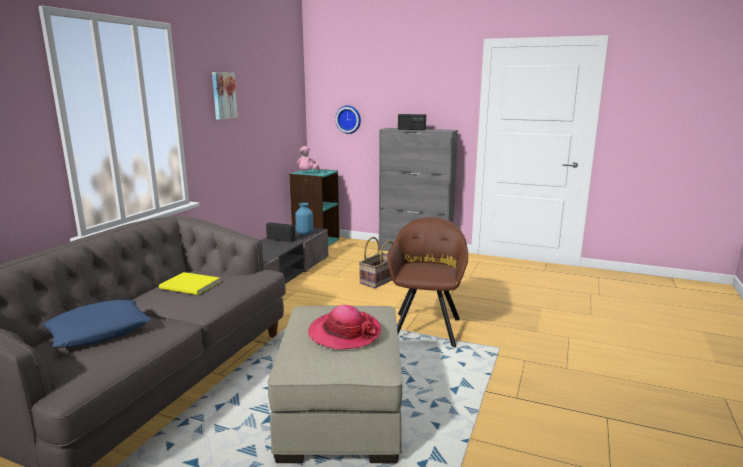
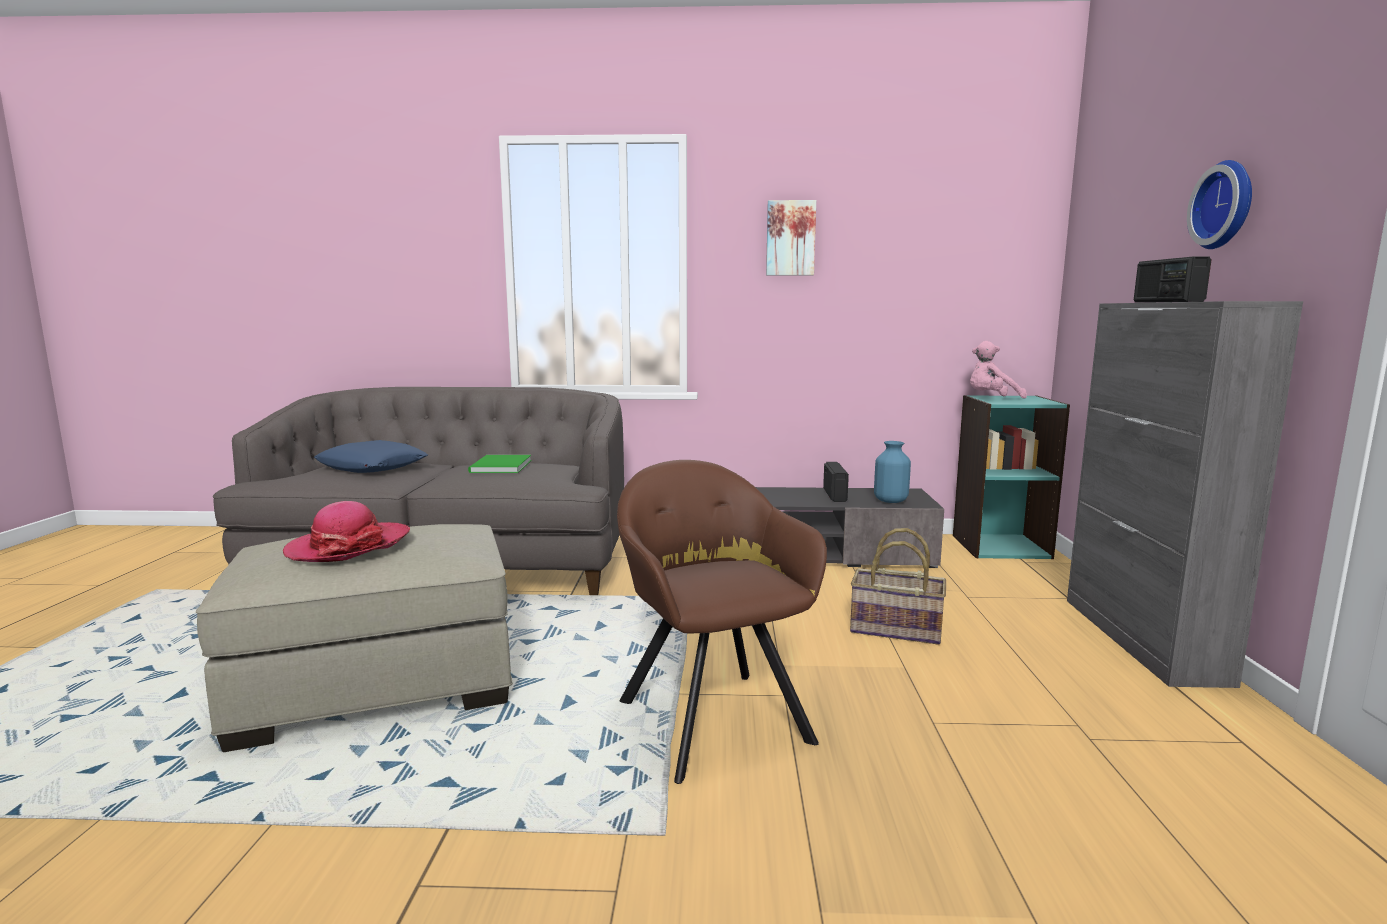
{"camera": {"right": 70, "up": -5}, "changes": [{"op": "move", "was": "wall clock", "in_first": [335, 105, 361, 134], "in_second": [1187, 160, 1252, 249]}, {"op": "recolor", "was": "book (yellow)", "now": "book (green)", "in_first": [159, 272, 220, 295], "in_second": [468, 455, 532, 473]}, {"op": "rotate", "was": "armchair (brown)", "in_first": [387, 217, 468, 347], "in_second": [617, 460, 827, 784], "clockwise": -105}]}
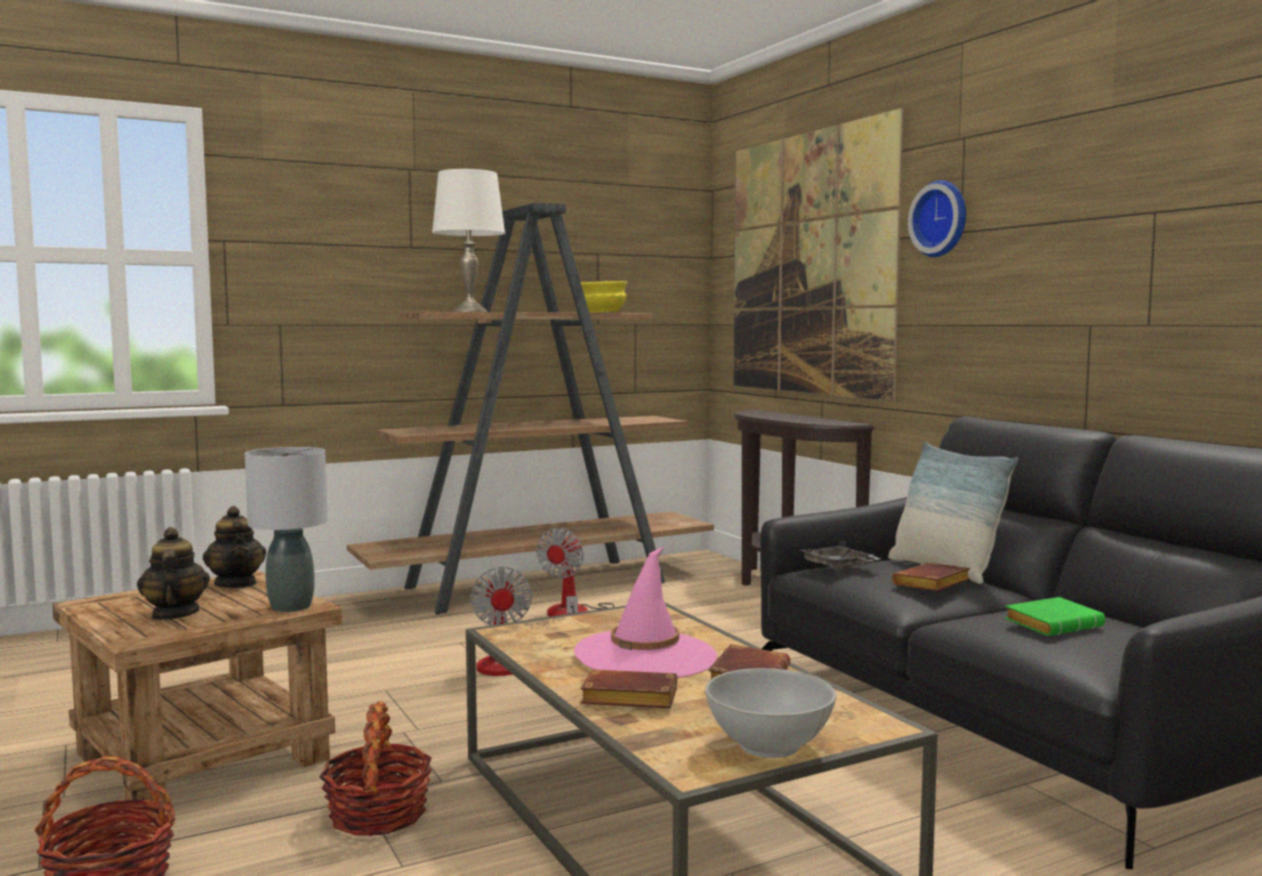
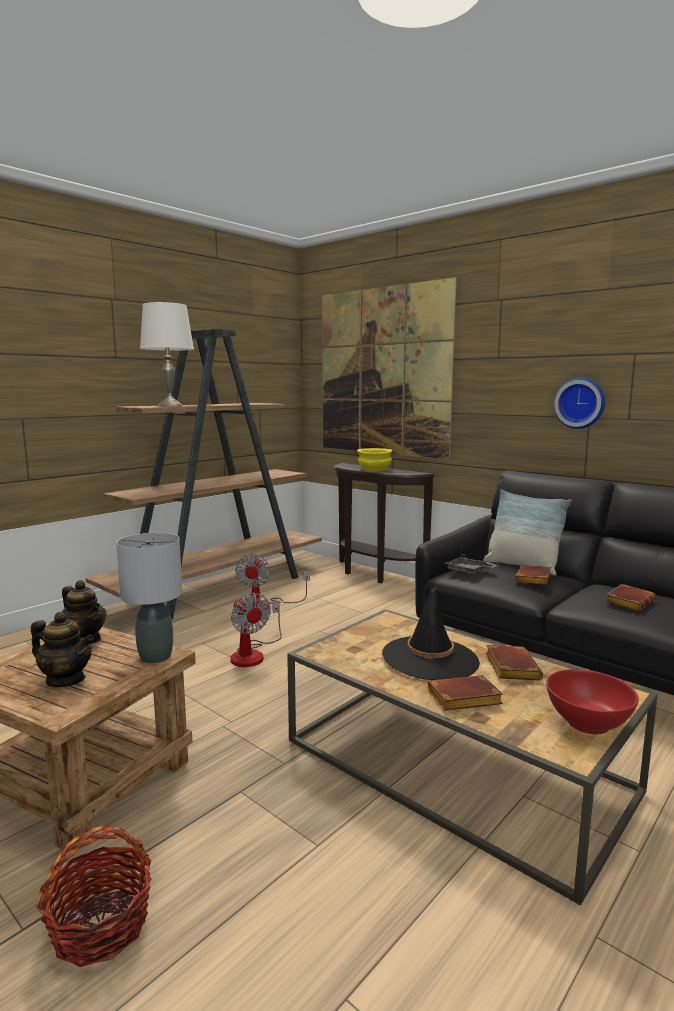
{"camera": {"right": -20, "up": 5}, "changes": [{"op": "delete", "was": "basket", "in_first": [319, 701, 432, 836]}, {"op": "move", "was": "bowl (yellow)", "in_first": [581, 281, 627, 312], "in_second": [357, 448, 392, 471]}, {"op": "move", "was": "wall clock", "in_first": [908, 180, 966, 257], "in_second": [554, 378, 605, 429]}, {"op": "recolor", "was": "hat (pink)", "now": "hat (black)", "in_first": [574, 546, 717, 678], "in_second": [382, 585, 480, 680]}, {"op": "recolor", "was": "bowl (white)", "now": "bowl (red)", "in_first": [705, 668, 836, 758], "in_second": [546, 669, 639, 734]}, {"op": "recolor", "was": "book (green)", "now": "book (brown)", "in_first": [1004, 597, 1105, 636], "in_second": [605, 584, 656, 611]}, {"op": "rotate", "was": "teapot", "in_first": [137, 527, 210, 620], "in_second": [31, 612, 94, 687], "clockwise": 150}]}
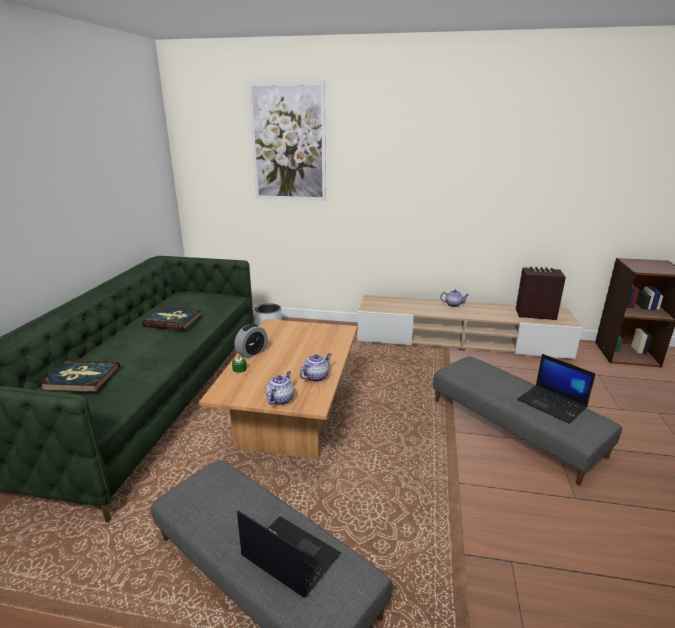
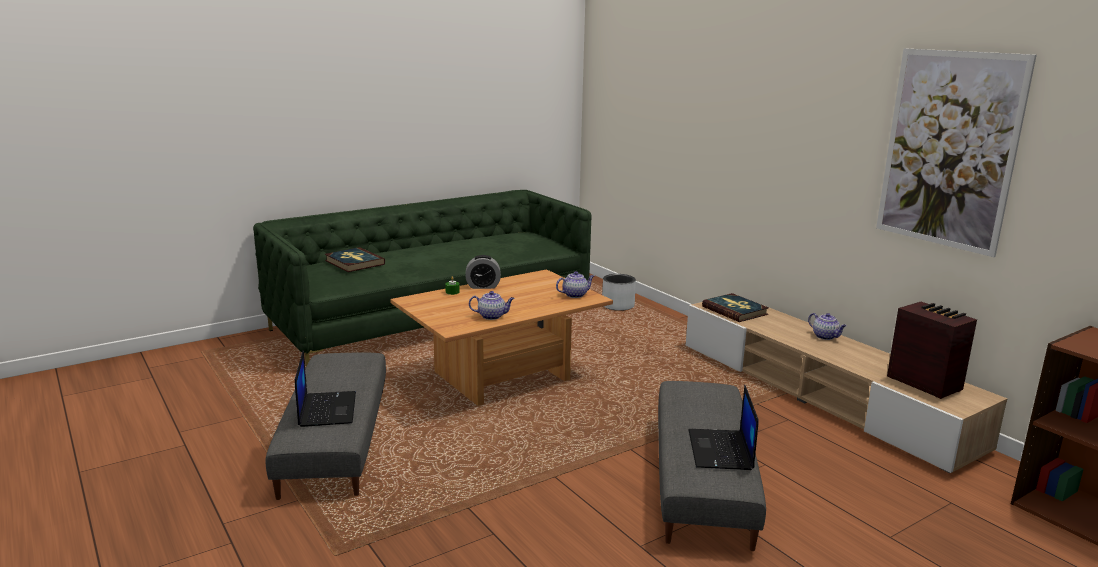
{"camera": {"right": 45, "up": -5}, "changes": [{"op": "move", "was": "book", "in_first": [142, 307, 201, 331], "in_second": [702, 293, 769, 322]}, {"op": "move", "was": "picture", "in_first": [248, 81, 326, 201], "in_second": [876, 48, 1037, 257]}, {"op": "move", "was": "teapot", "in_first": [266, 371, 294, 405], "in_second": [556, 271, 594, 298]}]}
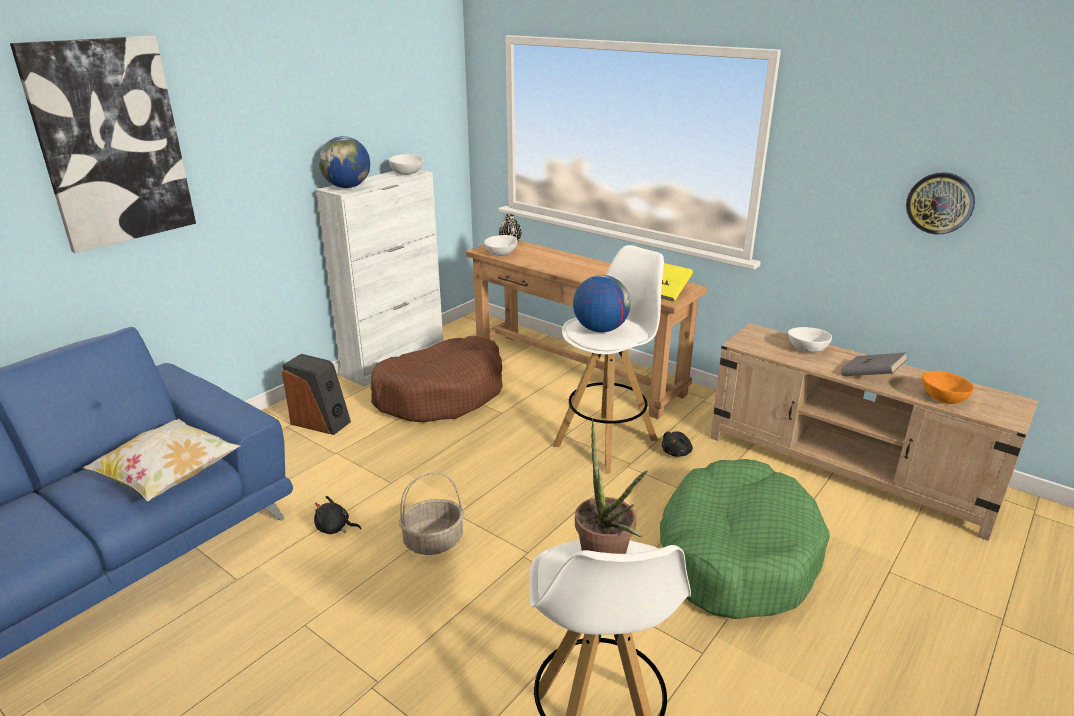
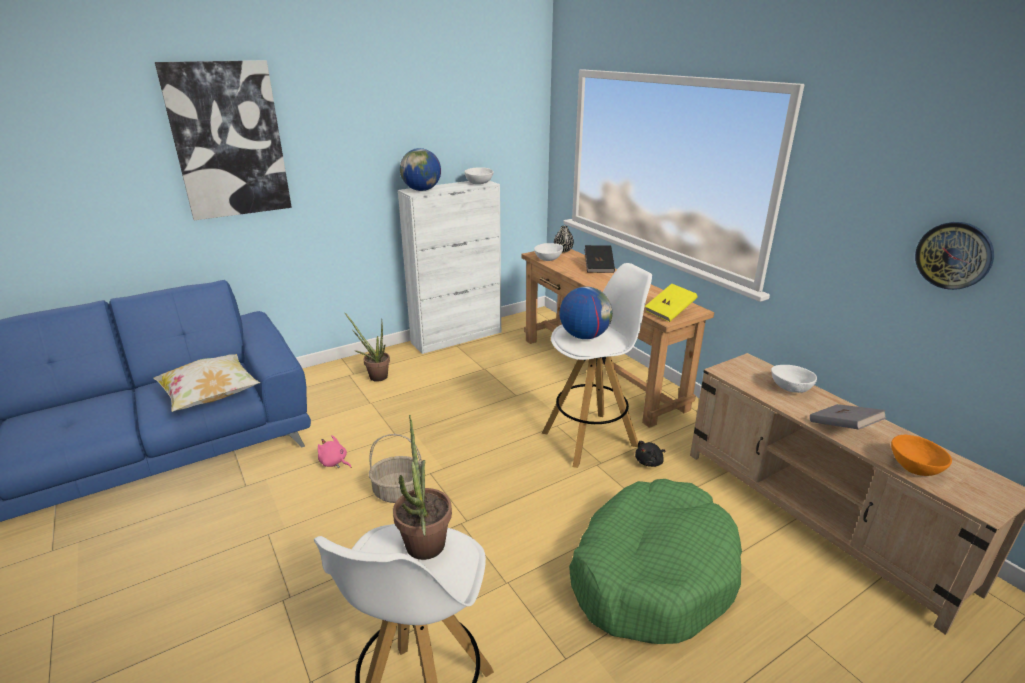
{"camera": {"right": 20, "up": 0}, "changes": [{"op": "delete", "was": "dog bed (brown)", "in_first": [371, 336, 503, 422]}, {"op": "insert", "now": "book (black)", "in_second": [584, 245, 615, 273]}, {"op": "replace", "was": "speaker", "now": "potted plant", "in_first": [282, 354, 351, 435], "in_second": [344, 312, 390, 382]}, {"op": "recolor", "was": "plush toy (black)", "now": "plush toy (pink)", "in_first": [314, 496, 361, 534], "in_second": [318, 435, 351, 468]}]}
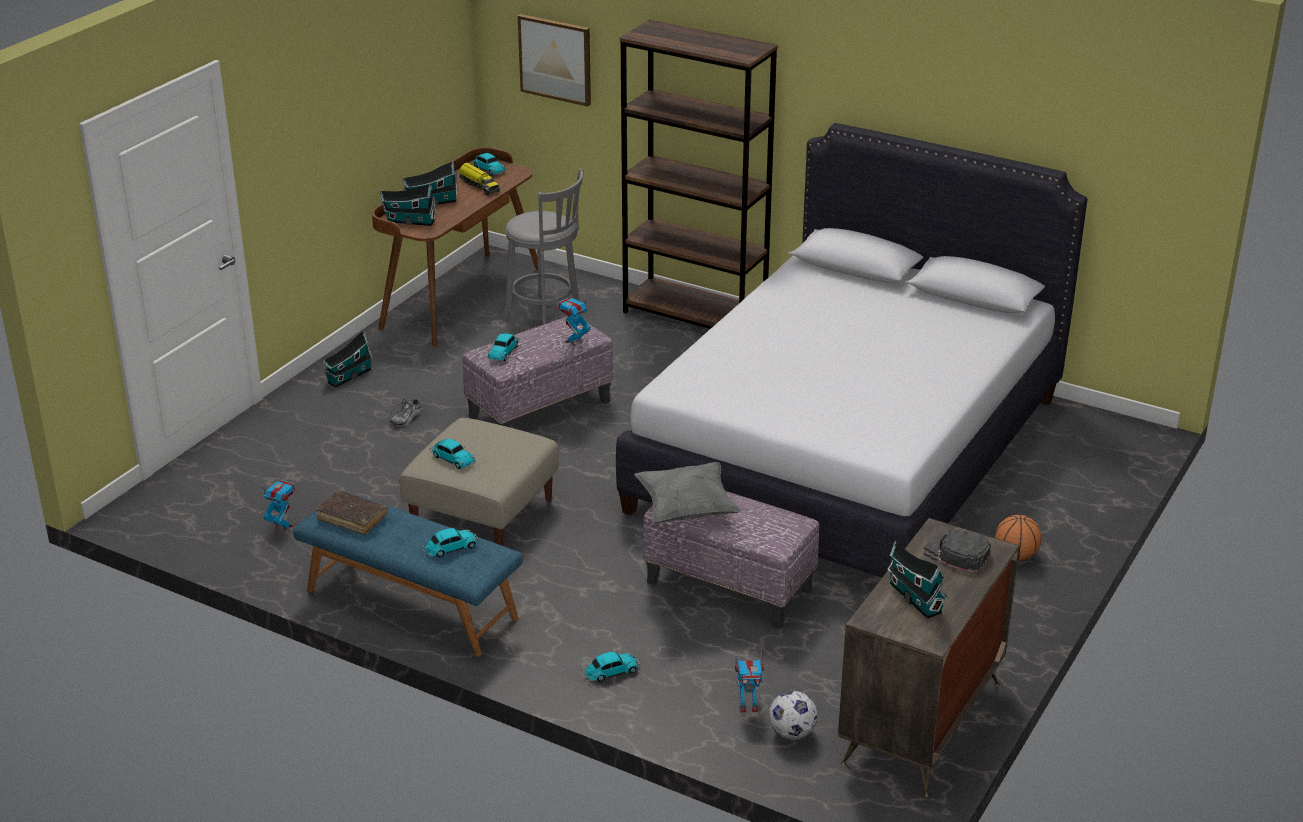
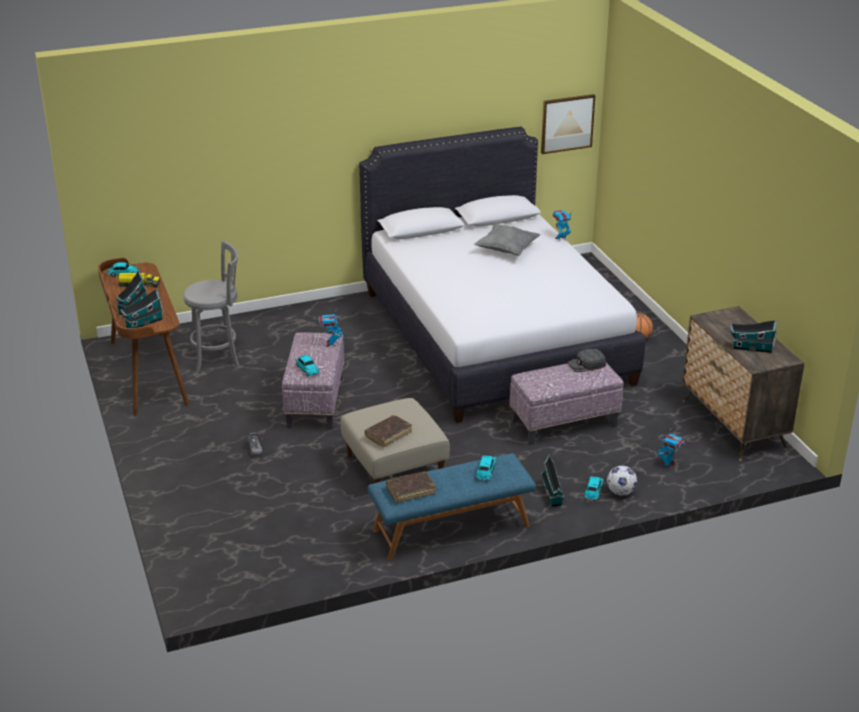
{"camera": {"right": -50, "up": 0}, "changes": [{"op": "delete", "was": "bookcase (brown)", "in_first": [620, 20, 778, 329]}, {"op": "move", "was": "toy robot", "in_first": [260, 480, 296, 532], "in_second": [553, 210, 572, 241]}, {"op": "move", "was": "toy house", "in_first": [323, 330, 373, 387], "in_second": [541, 454, 564, 506]}, {"op": "move", "was": "picture", "in_first": [518, 14, 591, 107], "in_second": [541, 94, 596, 154]}, {"op": "move", "was": "pillow (grey)", "in_first": [634, 462, 742, 523], "in_second": [474, 224, 540, 256]}, {"op": "move", "was": "football", "in_first": [769, 691, 817, 740], "in_second": [607, 466, 637, 496]}, {"op": "move", "was": "cap (black)", "in_first": [923, 529, 991, 572], "in_second": [568, 349, 606, 372]}, {"op": "replace", "was": "toy car", "now": "book (brown)", "in_first": [429, 439, 476, 469], "in_second": [365, 415, 412, 447]}]}
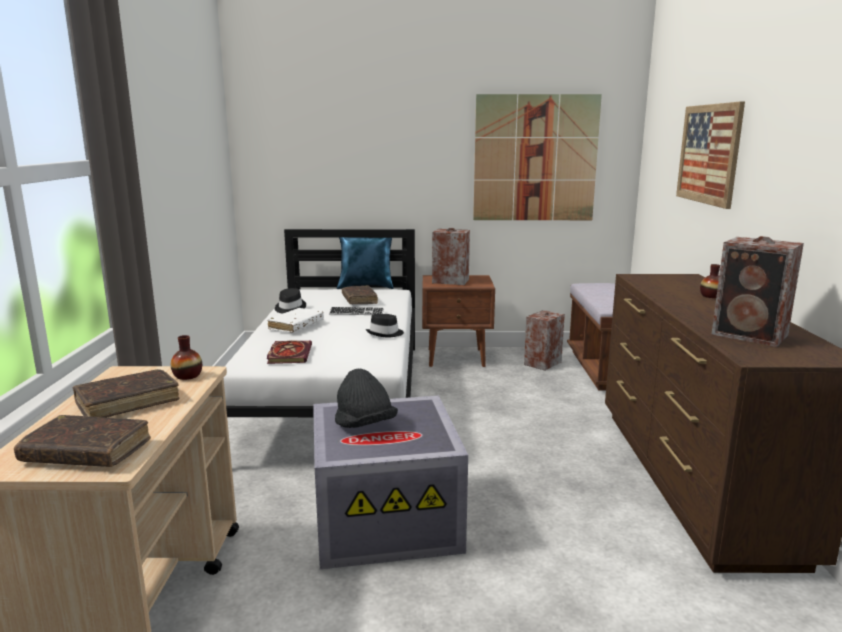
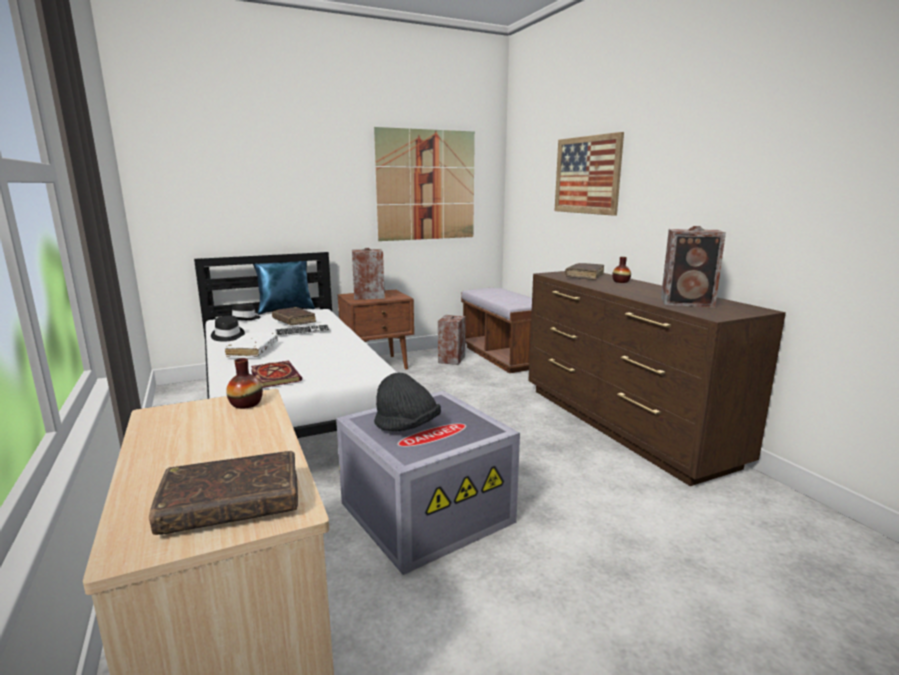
{"camera": {"right": -25, "up": 0}, "changes": [{"op": "move", "was": "book (brown)", "in_first": [73, 369, 179, 418], "in_second": [565, 263, 604, 280]}, {"op": "move", "was": "hat (black)", "in_first": [366, 314, 404, 338], "in_second": [232, 303, 260, 320]}]}
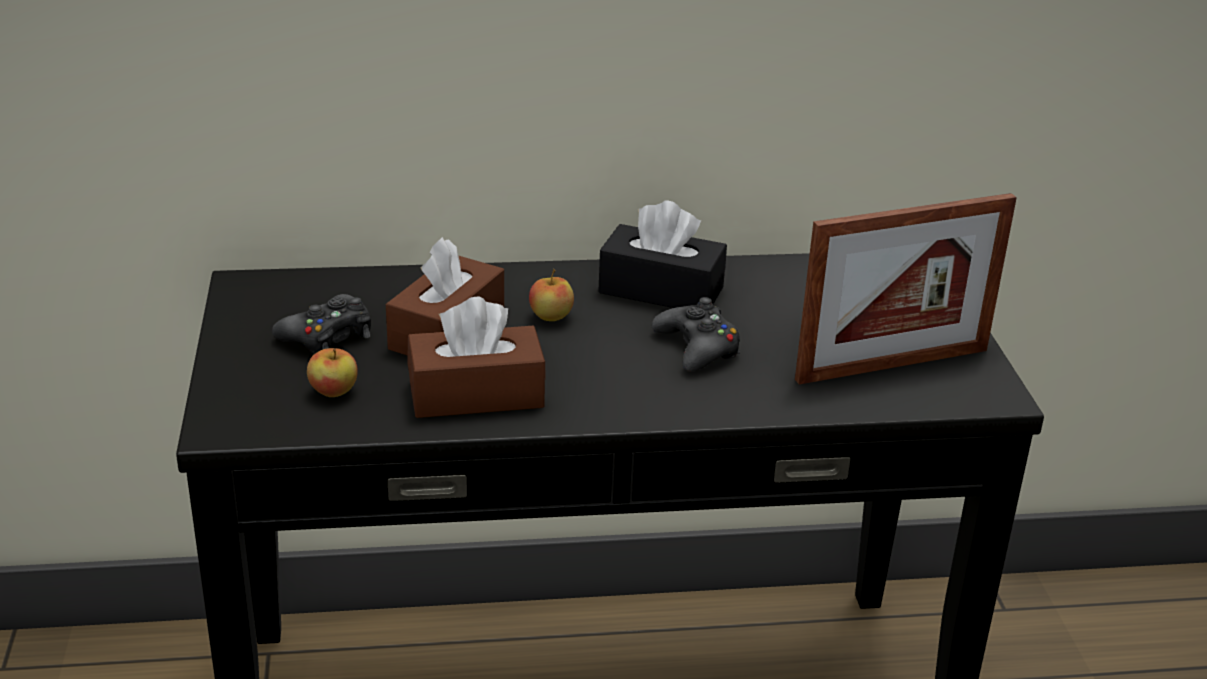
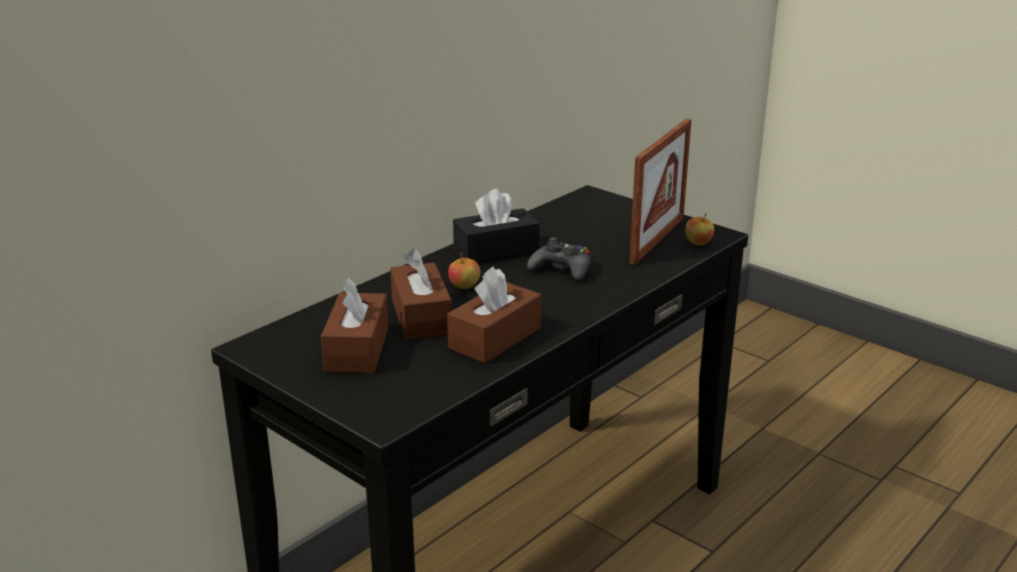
{"camera": {"right": -40, "up": -5}, "changes": [{"op": "move", "was": "apple", "in_first": [307, 348, 358, 397], "in_second": [685, 214, 714, 245]}, {"op": "replace", "was": "game controller (black)", "now": "tissue box (brown)", "in_first": [272, 294, 371, 354], "in_second": [321, 277, 389, 373]}]}
